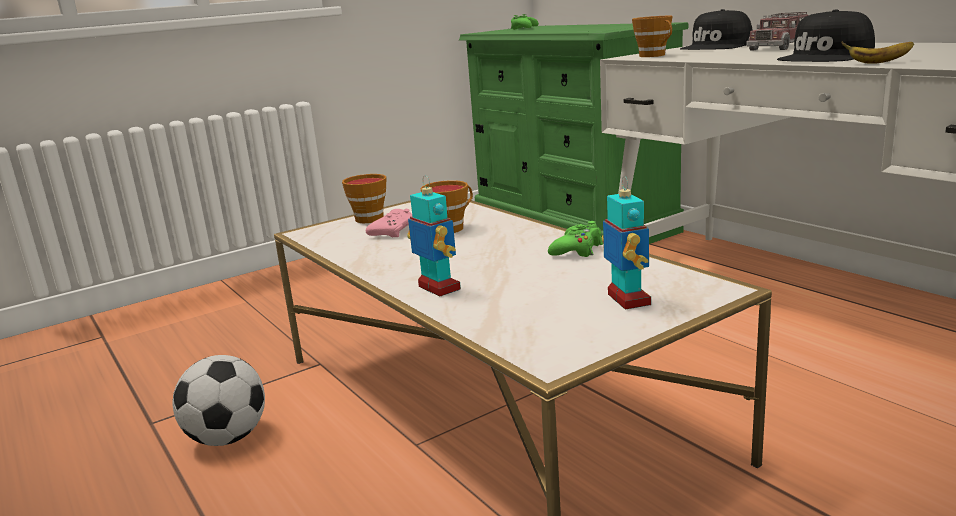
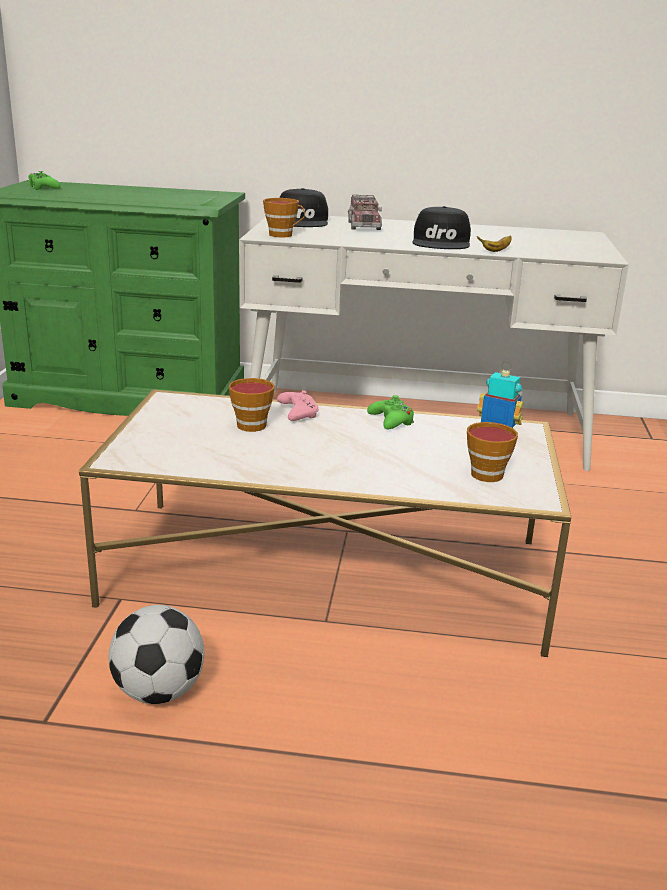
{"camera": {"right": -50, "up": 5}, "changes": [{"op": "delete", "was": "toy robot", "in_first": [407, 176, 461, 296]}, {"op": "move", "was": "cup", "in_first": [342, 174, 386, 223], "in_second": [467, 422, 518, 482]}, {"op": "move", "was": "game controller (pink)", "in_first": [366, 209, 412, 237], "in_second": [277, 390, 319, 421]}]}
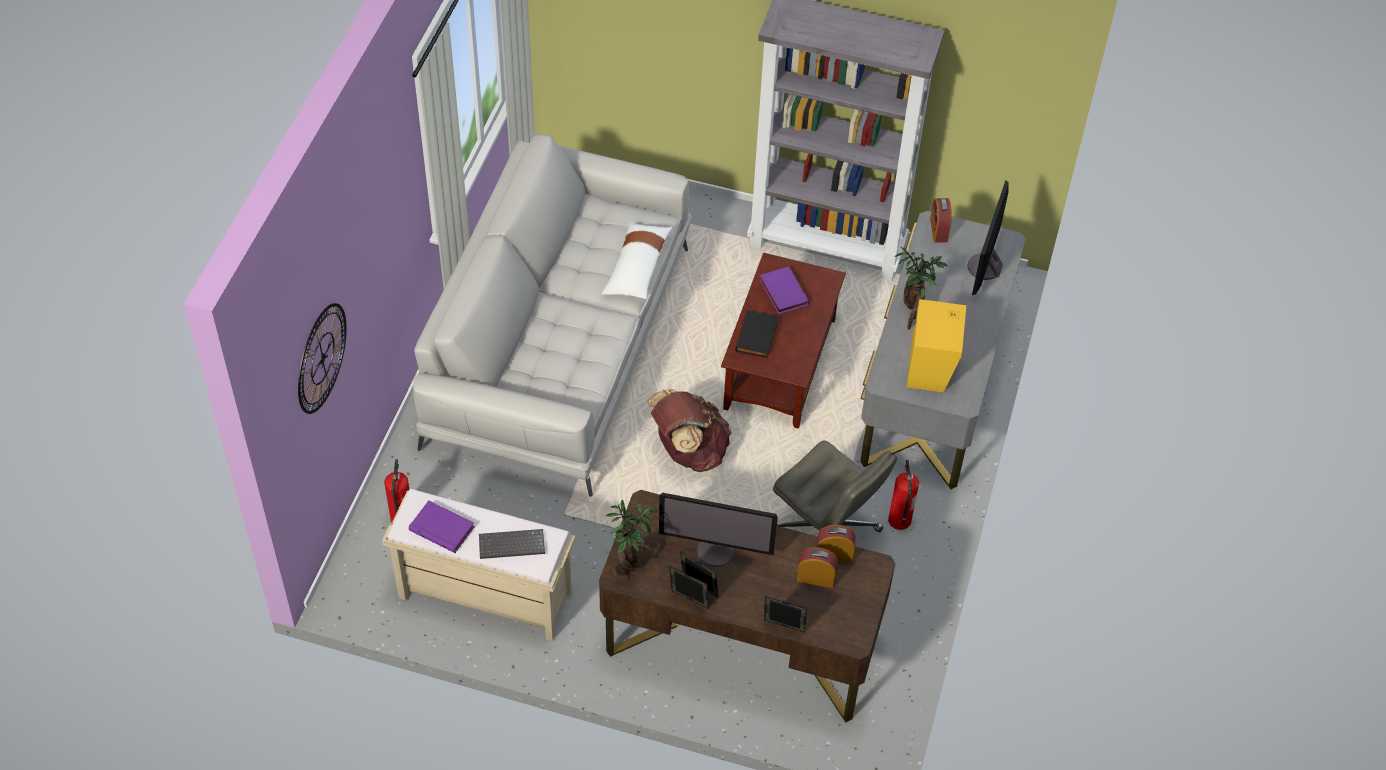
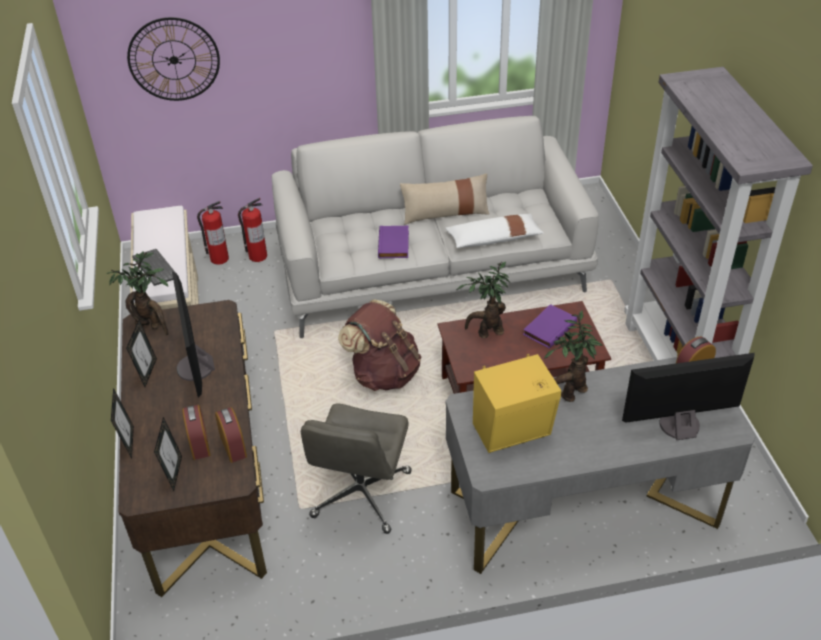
{"camera": {"right": 65, "up": -10}, "changes": [{"op": "insert", "now": "pillow (beige)", "in_second": [400, 173, 489, 224]}, {"op": "move", "was": "book (purple)", "in_first": [409, 500, 474, 553], "in_second": [378, 226, 409, 259]}, {"op": "move", "was": "picture frame", "in_first": [669, 566, 709, 609], "in_second": [154, 417, 182, 491]}, {"op": "move", "was": "fire extinguisher", "in_first": [888, 460, 919, 530], "in_second": [238, 198, 267, 262]}, {"op": "replace", "was": "book (black)", "now": "potted plant", "in_first": [735, 310, 778, 358], "in_second": [456, 262, 510, 338]}]}
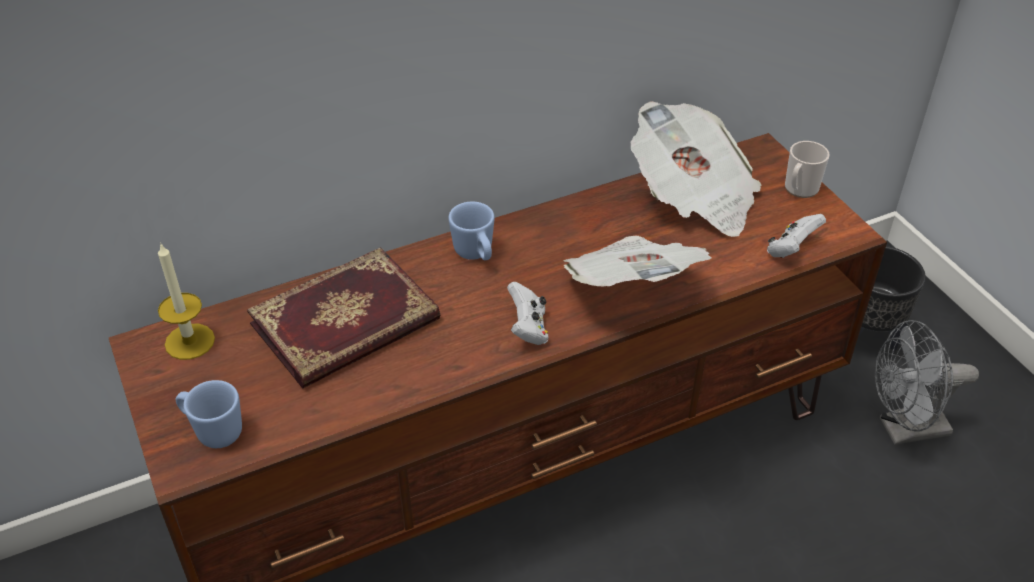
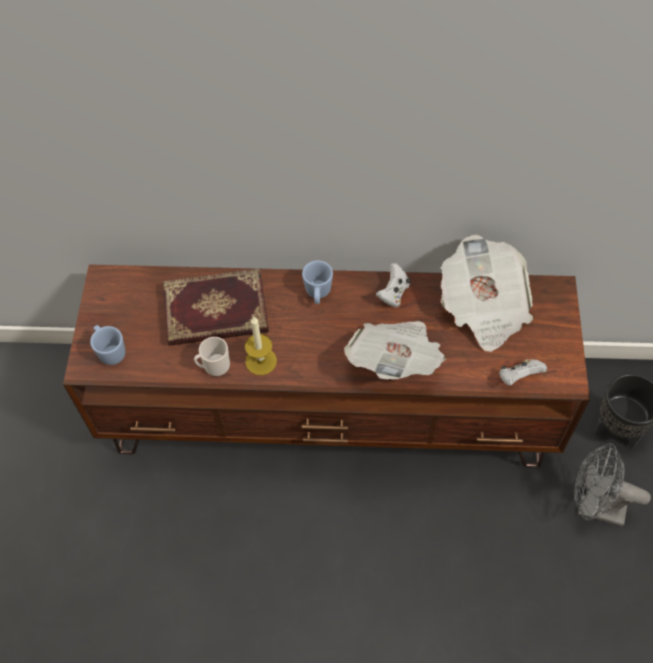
{"camera": {"right": 30, "up": 15}, "changes": [{"op": "move", "was": "candle", "in_first": [158, 242, 215, 360], "in_second": [245, 317, 277, 375]}, {"op": "move", "was": "game controller (white)", "in_first": [507, 282, 549, 345], "in_second": [376, 263, 411, 308]}, {"op": "move", "was": "mug", "in_first": [785, 141, 830, 198], "in_second": [194, 337, 230, 376]}]}
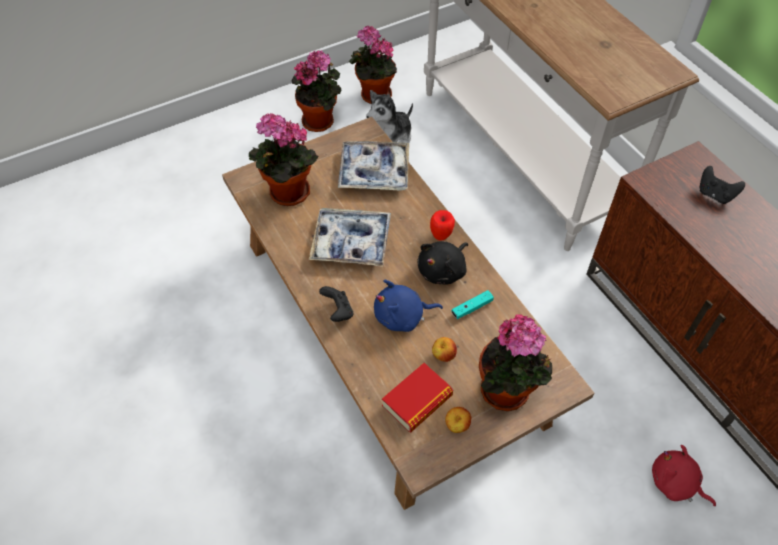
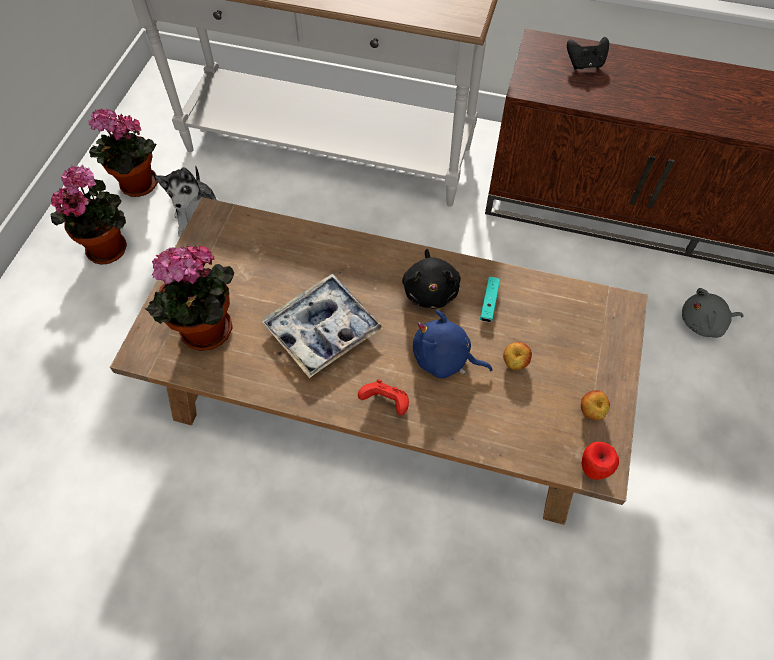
{"camera": {"right": -45, "up": 5}, "changes": [{"op": "delete", "was": "tray", "in_first": [338, 141, 409, 191]}, {"op": "delete", "was": "book", "in_first": [382, 363, 453, 432]}, {"op": "delete", "was": "potted plant", "in_first": [479, 314, 552, 411]}, {"op": "move", "was": "apple", "in_first": [430, 210, 455, 241], "in_second": [582, 442, 619, 480]}, {"op": "recolor", "was": "game controller (black)", "now": "game controller (red)", "in_first": [319, 286, 353, 322], "in_second": [358, 379, 409, 415]}, {"op": "recolor", "was": "plush toy (red)", "now": "plush toy (grey)", "in_first": [652, 445, 716, 506], "in_second": [682, 288, 743, 338]}, {"op": "rotate", "was": "plush toy (blue)", "in_first": [374, 280, 443, 332], "in_second": [413, 310, 492, 378], "clockwise": 75}]}
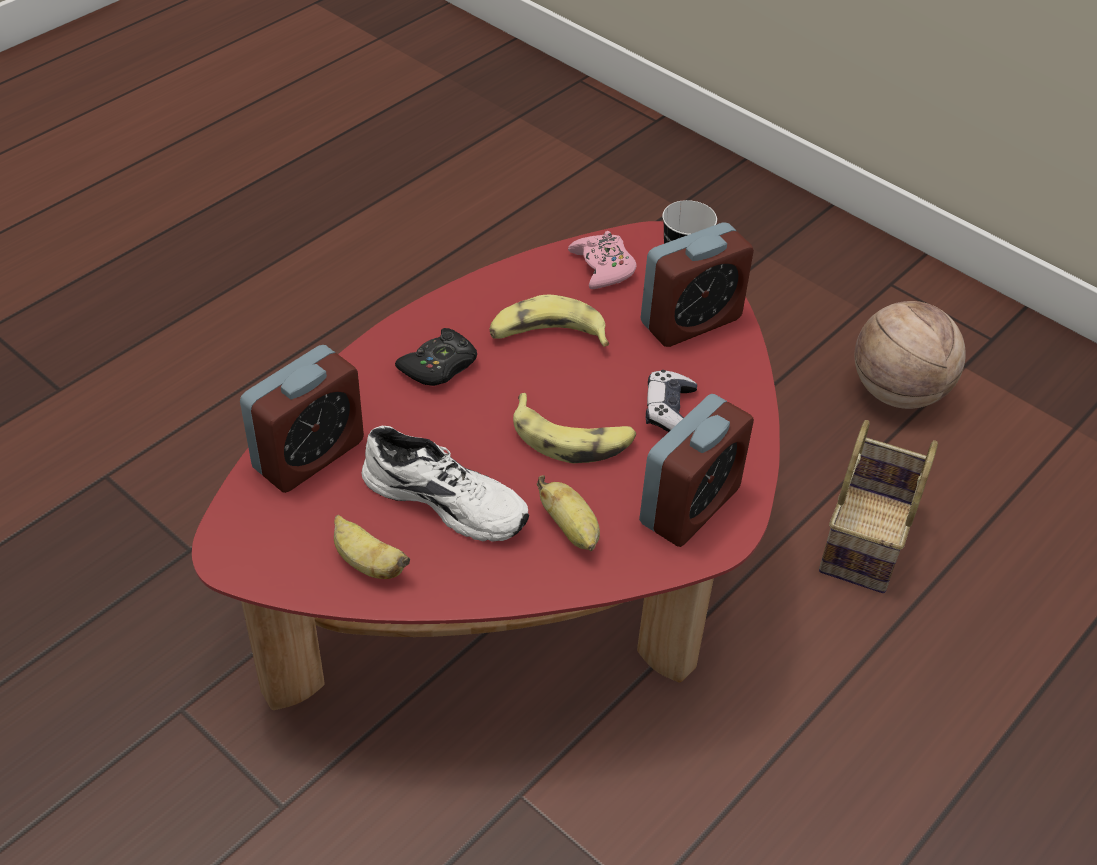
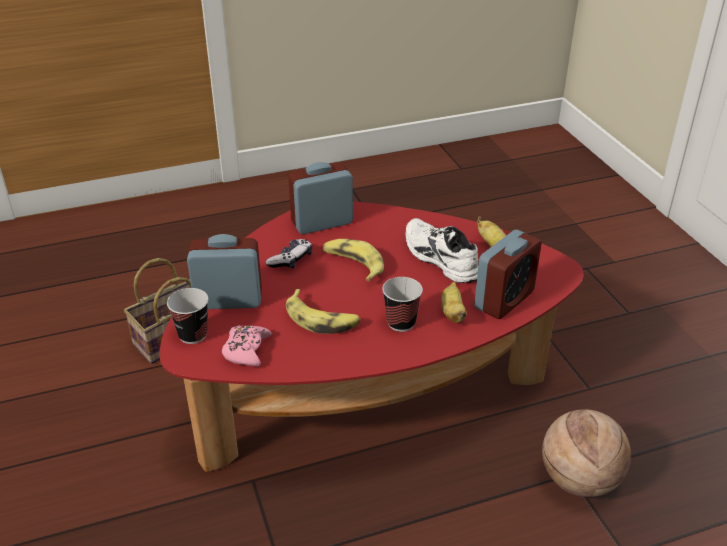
{"camera": {"right": -150, "up": -10}, "changes": [{"op": "move", "was": "banana", "in_first": [537, 475, 600, 551], "in_second": [441, 282, 467, 323]}, {"op": "move", "was": "basketball", "in_first": [855, 301, 966, 409], "in_second": [542, 409, 631, 497]}, {"op": "replace", "was": "game controller (black)", "now": "cup", "in_first": [395, 328, 477, 386], "in_second": [382, 277, 423, 332]}, {"op": "rotate", "was": "alarm clock", "in_first": [240, 345, 364, 493], "in_second": [474, 230, 542, 319], "clockwise": 150}]}
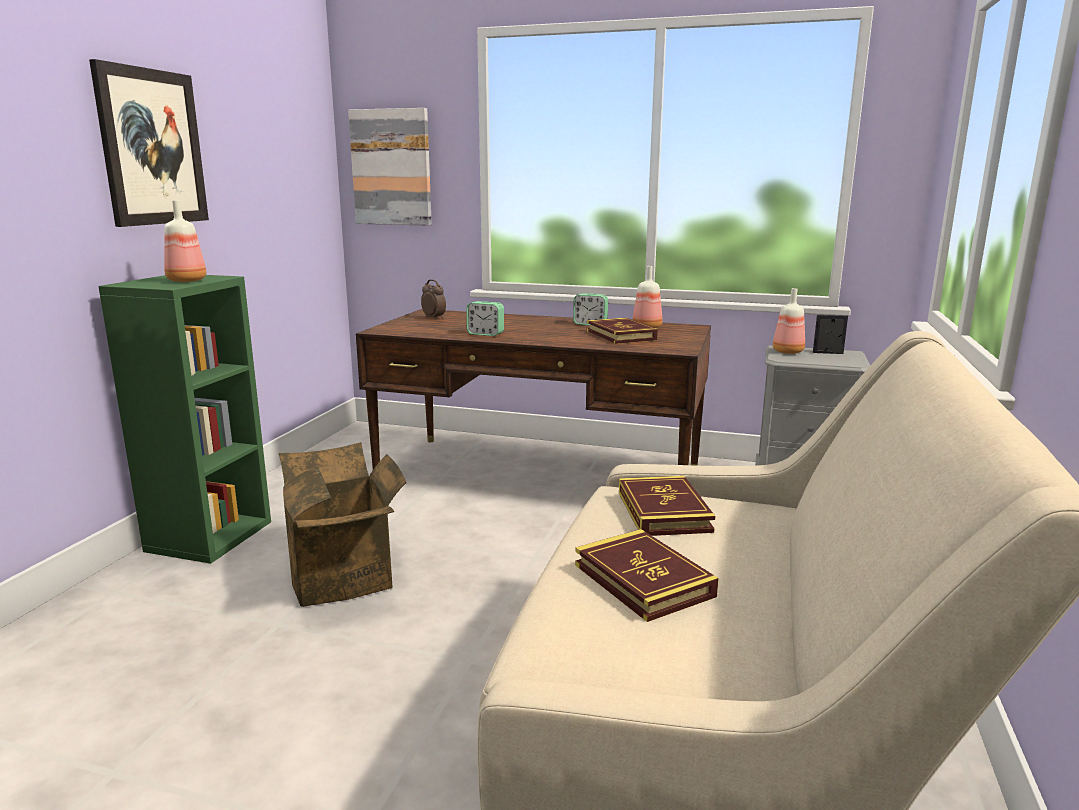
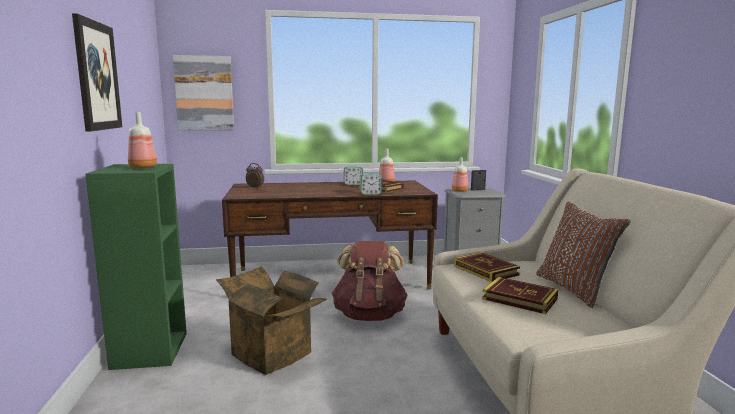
{"camera": {"right": -25, "up": -5}, "changes": [{"op": "insert", "now": "backpack (brown)", "in_second": [332, 241, 408, 321]}, {"op": "insert", "now": "pillow (brown)", "in_second": [536, 202, 631, 308]}, {"op": "move", "was": "alarm clock", "in_first": [466, 301, 504, 336], "in_second": [360, 174, 382, 195]}]}
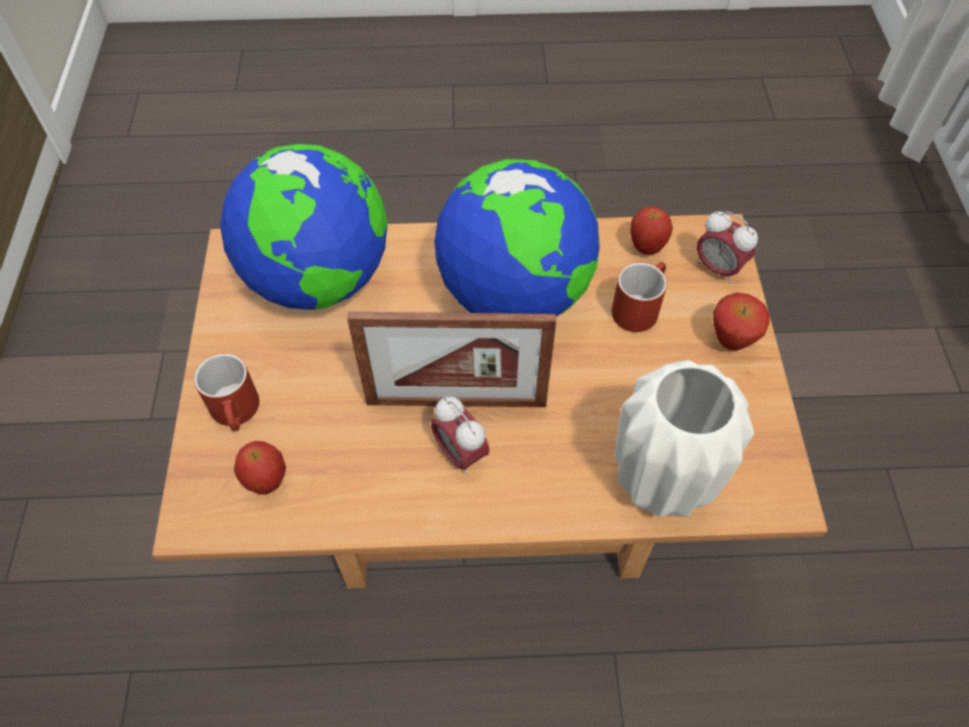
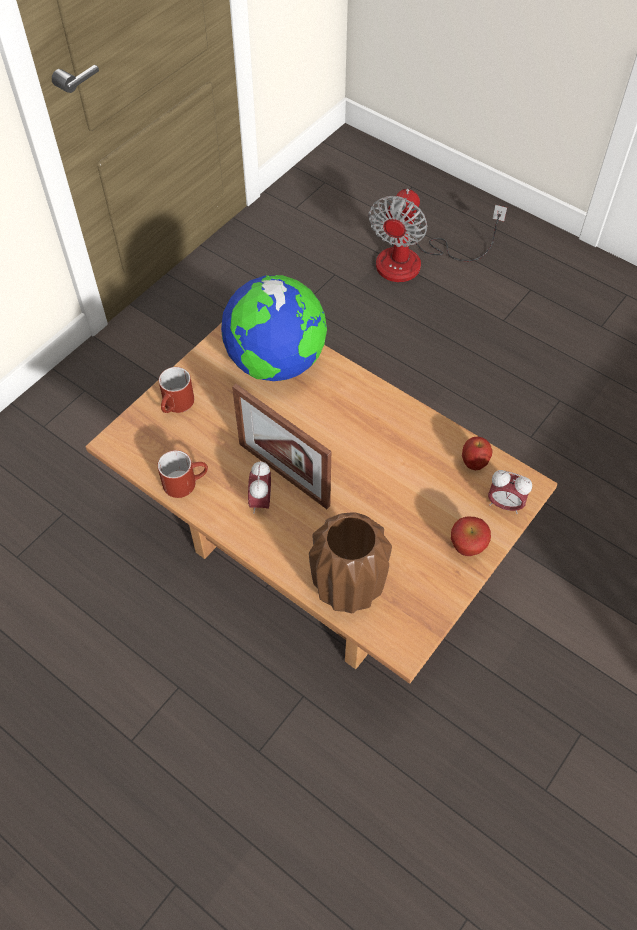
{"camera": {"right": 40, "up": 0}, "changes": [{"op": "delete", "was": "apple", "in_first": [234, 441, 286, 494]}, {"op": "delete", "was": "globe", "in_first": [434, 159, 600, 317]}, {"op": "insert", "now": "fan", "in_second": [369, 189, 507, 282]}, {"op": "move", "was": "mug (red)", "in_first": [611, 262, 667, 332], "in_second": [157, 450, 208, 498]}, {"op": "recolor", "was": "vase (white)", "now": "vase (brown)", "in_first": [615, 360, 754, 517], "in_second": [309, 512, 392, 614]}, {"op": "rotate", "was": "alarm clock", "in_first": [697, 211, 758, 284], "in_second": [488, 470, 532, 514], "clockwise": -60}]}
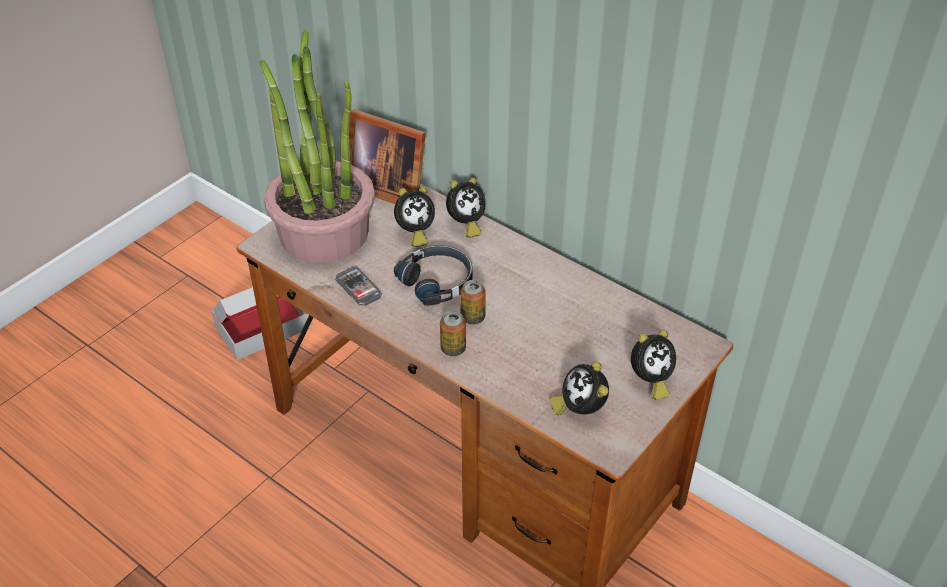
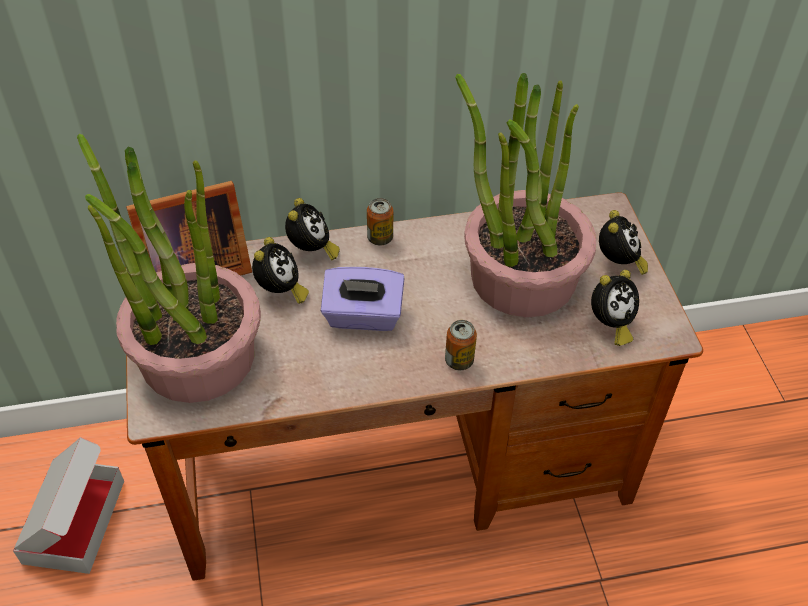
{"camera": {"right": -50, "up": 5}, "changes": [{"op": "delete", "was": "phone", "in_first": [335, 267, 382, 306]}, {"op": "insert", "now": "potted plant", "in_second": [455, 73, 596, 317]}, {"op": "move", "was": "can", "in_first": [460, 280, 486, 325], "in_second": [367, 198, 393, 246]}, {"op": "replace", "was": "headphones (black)", "now": "tissue box (purple)", "in_first": [394, 245, 473, 306], "in_second": [321, 267, 404, 331]}, {"op": "rotate", "was": "alarm clock", "in_first": [550, 362, 609, 415], "in_second": [591, 270, 639, 346], "clockwise": -60}]}
